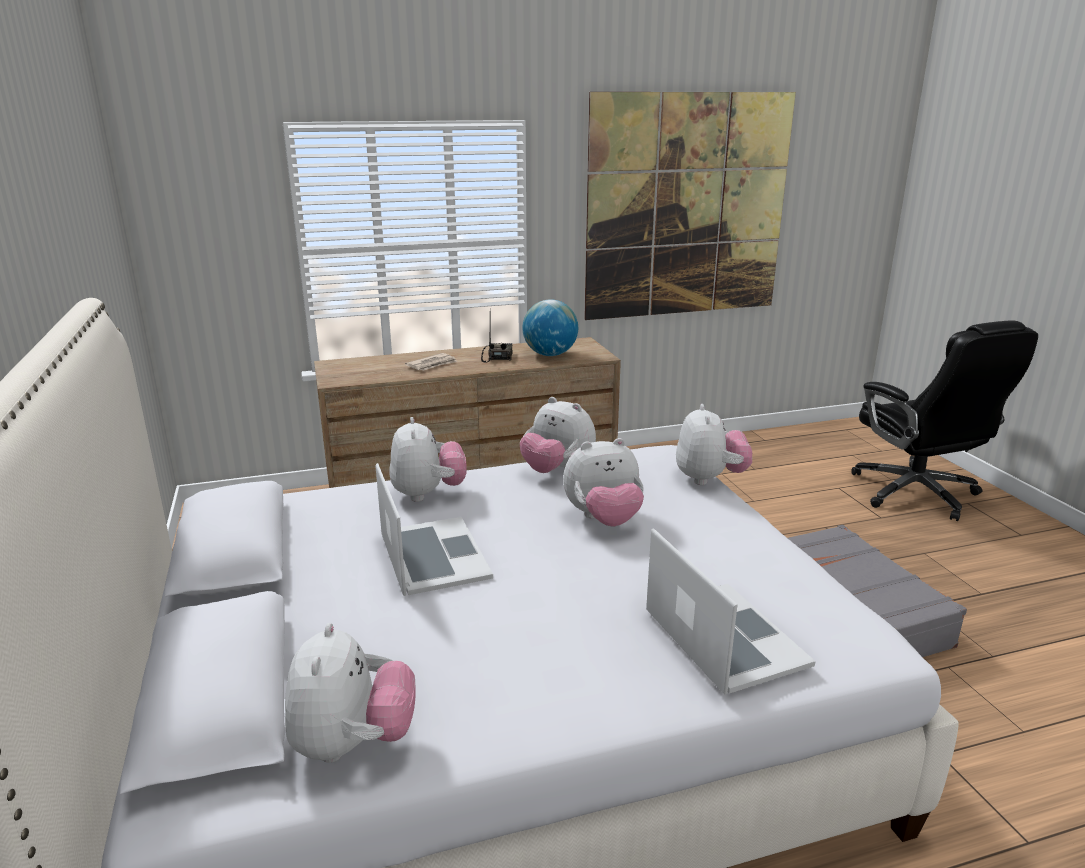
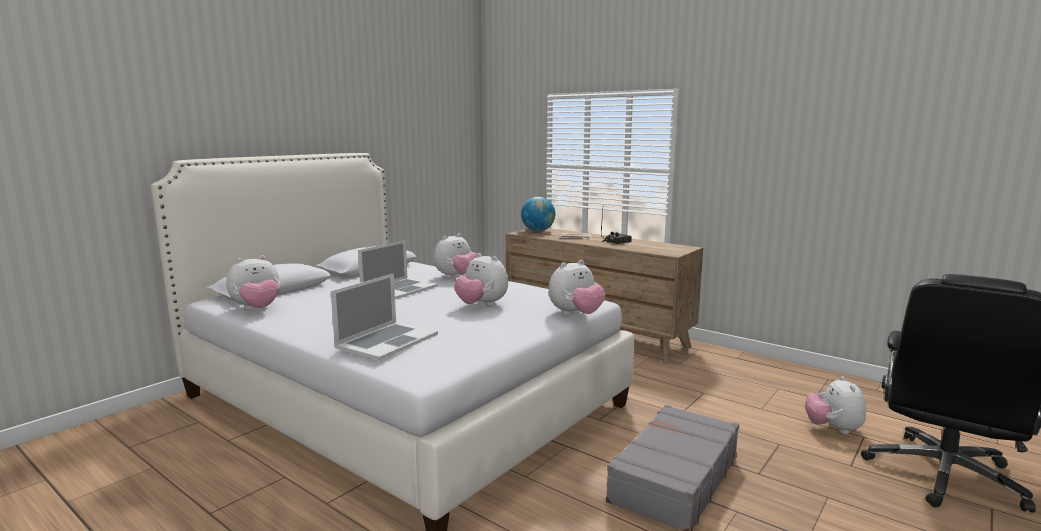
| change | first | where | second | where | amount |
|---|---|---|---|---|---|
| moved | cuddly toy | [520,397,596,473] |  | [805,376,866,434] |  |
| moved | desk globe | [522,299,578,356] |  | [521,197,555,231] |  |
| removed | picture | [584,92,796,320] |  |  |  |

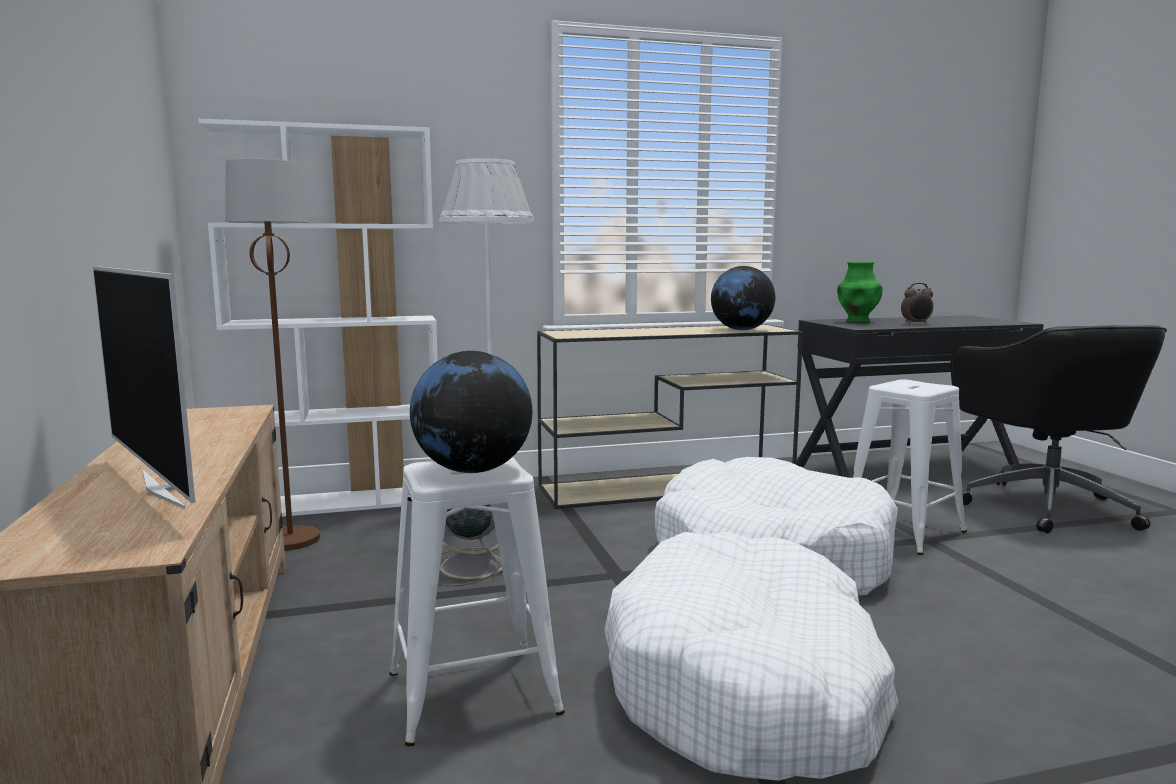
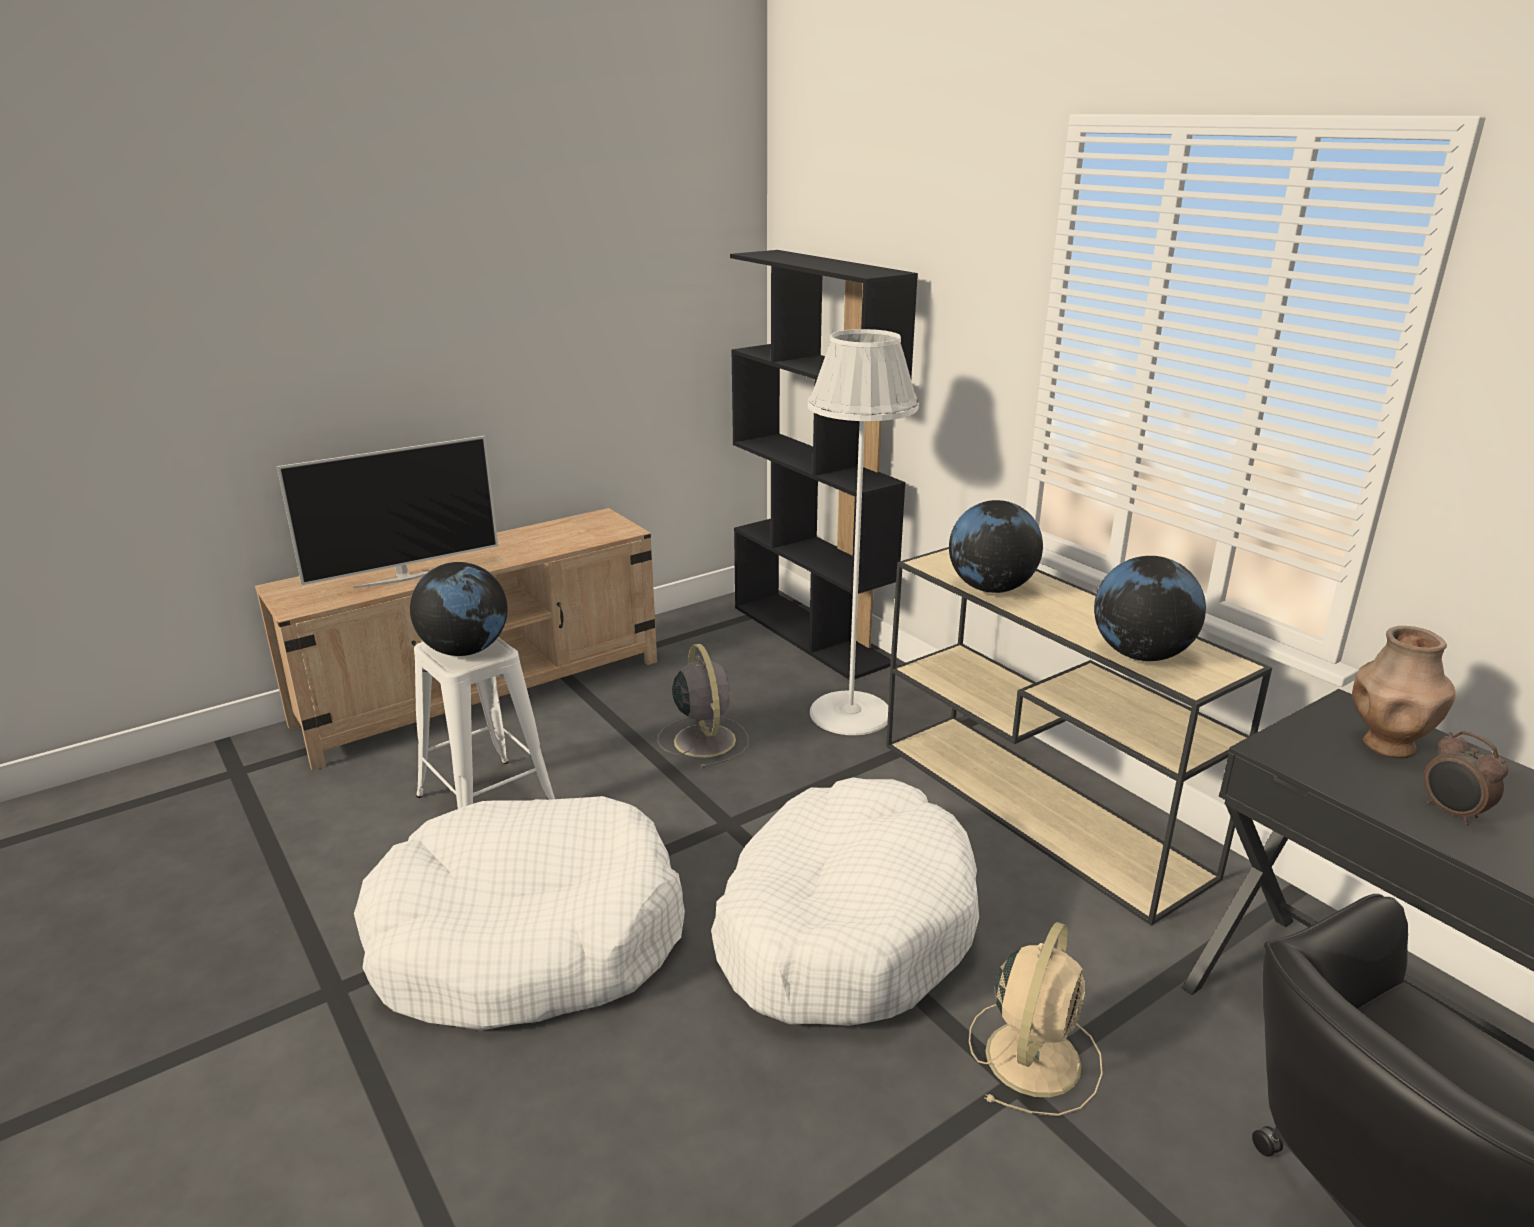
| change | first | where | second | where | amount |
|---|---|---|---|---|---|
| turned | TV | [93,266,195,509] |  | [277,436,498,588] | 150 degrees counterclockwise |
| recoloured | whitish bookshelf | [199,119,438,517] | black-coloured bookshelf | [730,250,918,680] |  |
| removed | brownish standing lamp | [225,159,320,551] |  |  |  |
| recoloured | greenish vase | [837,262,883,323] | brownish vase | [1352,626,1455,758] |  |
| replaced | whitish stool seat | [853,379,967,555] | beige cooling fan | [969,922,1103,1116] |  |
| added |  |  | desk globe | [949,500,1043,593] |  |

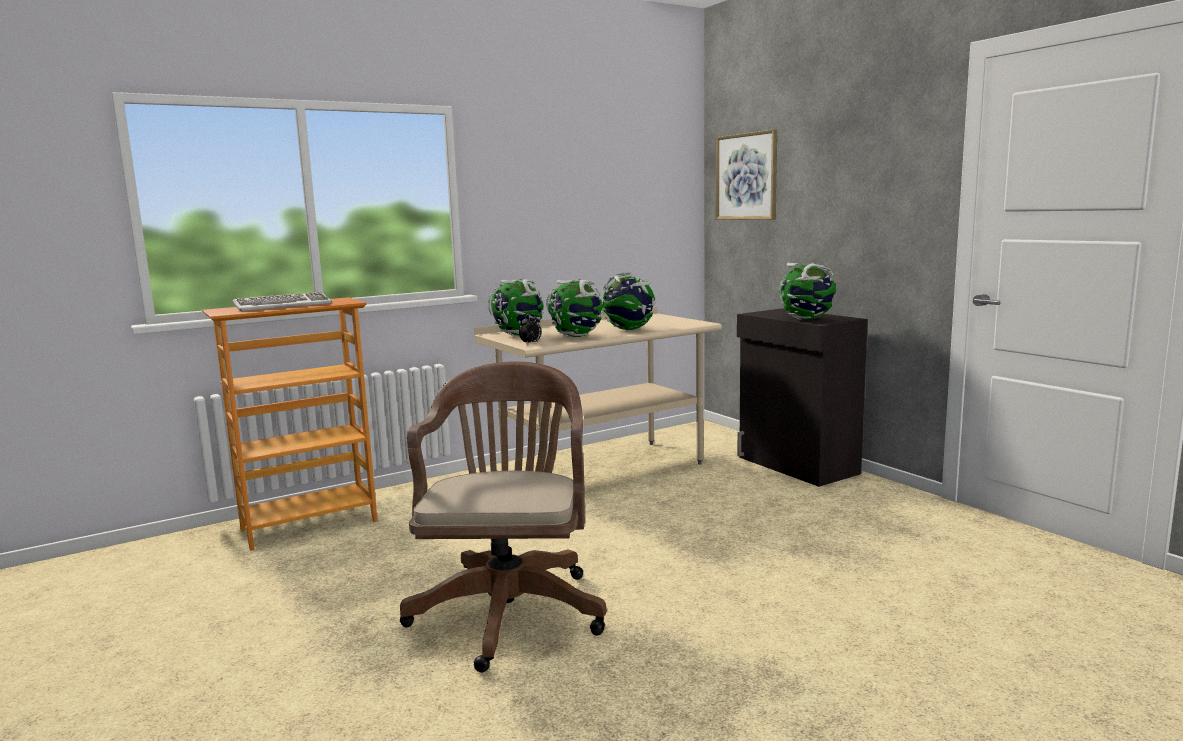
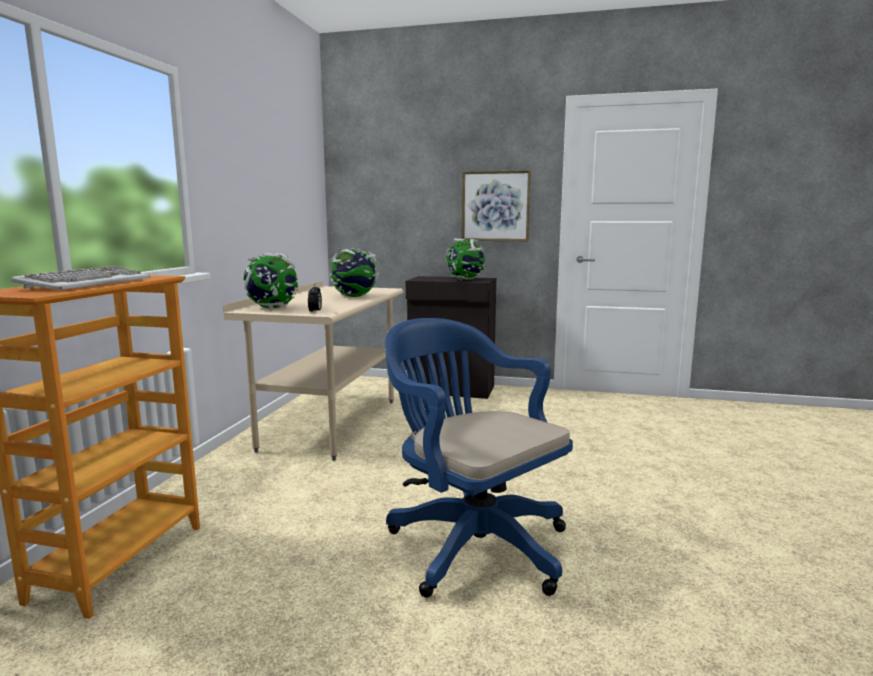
| change | first | where | second | where | amount |
|---|---|---|---|---|---|
| recoloured | brownish office chair | [400,361,607,672] | bluish office chair | [385,318,573,598] |  |
| removed | desk globe | [546,279,603,338] |  |  |  |
| moved | picture | [716,129,777,219] |  | [462,170,531,241] |  |

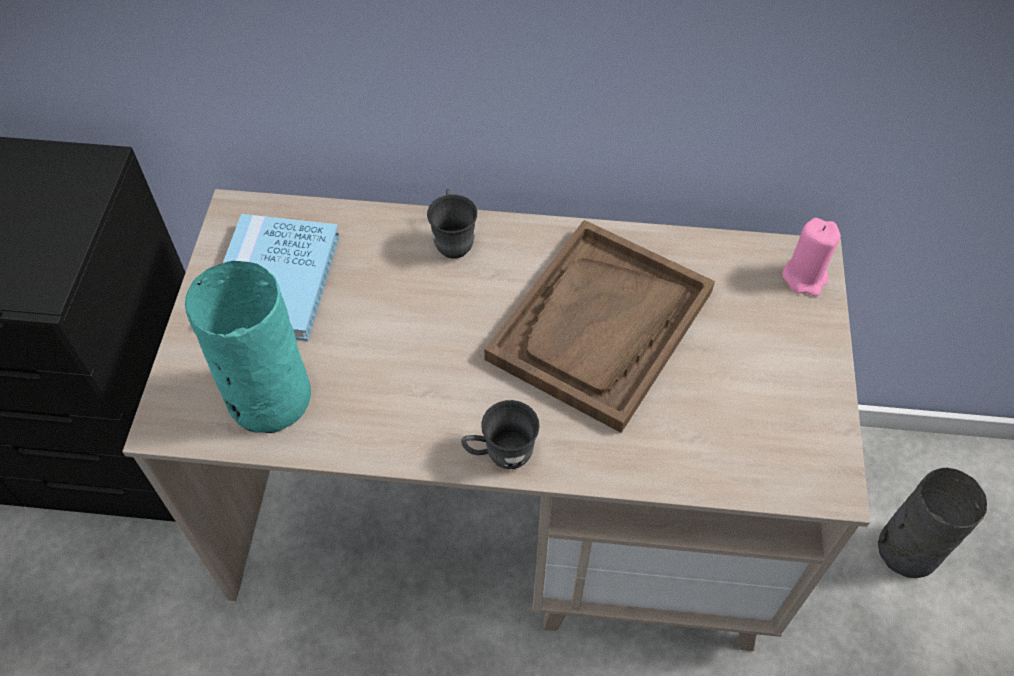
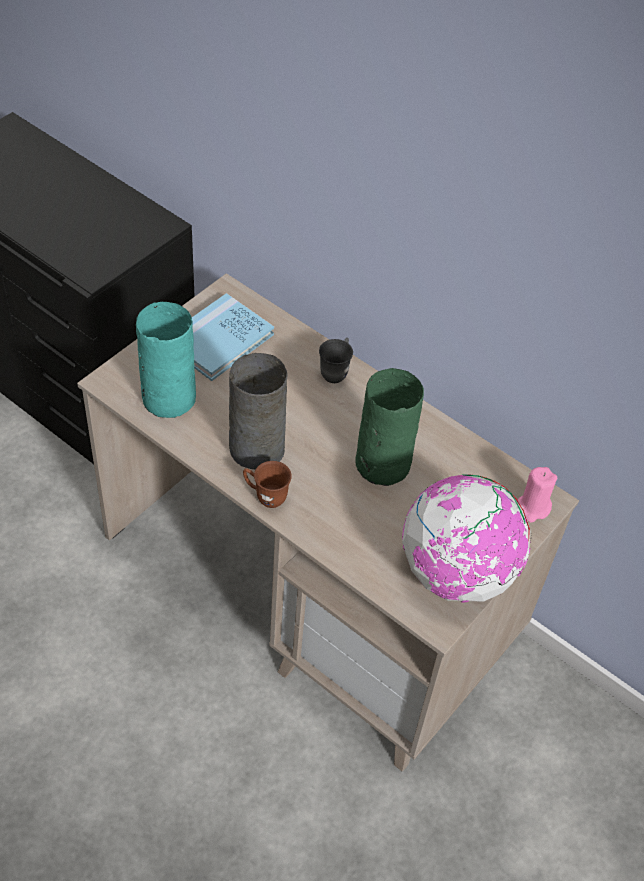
| change | first | where | second | where | amount |
|---|---|---|---|---|---|
| recoloured | greyish mug | [461,400,540,469] | brownish mug | [243,461,292,508] |  |
| replaced | brownish carrying tray | [484,220,715,433] | greenish vase | [355,368,424,486] |  |
| moved | greyish vase | [878,468,987,578] |  | [229,353,288,469] |  |
| added |  |  | desk globe | [402,474,530,603] |  |

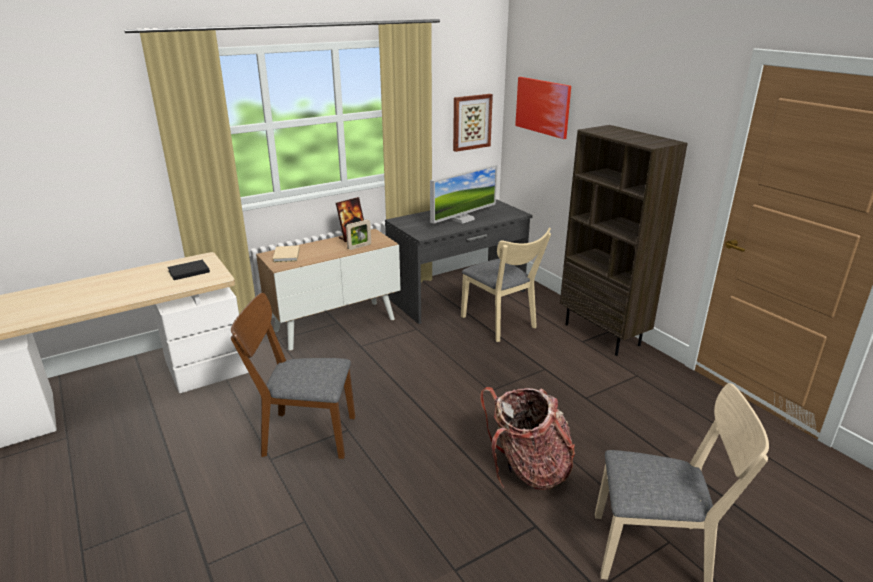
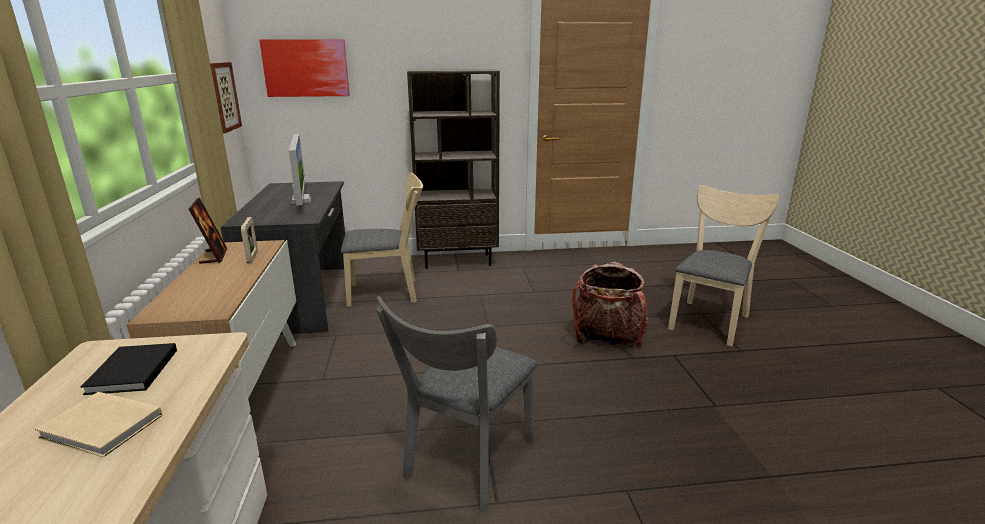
| change | first | where | second | where | amount |
|---|---|---|---|---|---|
| recoloured | brownish chair | [231,293,355,459] | greyish chair | [376,296,537,512] |  |
| moved | beige book | [273,246,300,262] |  | [35,392,162,457] |  |

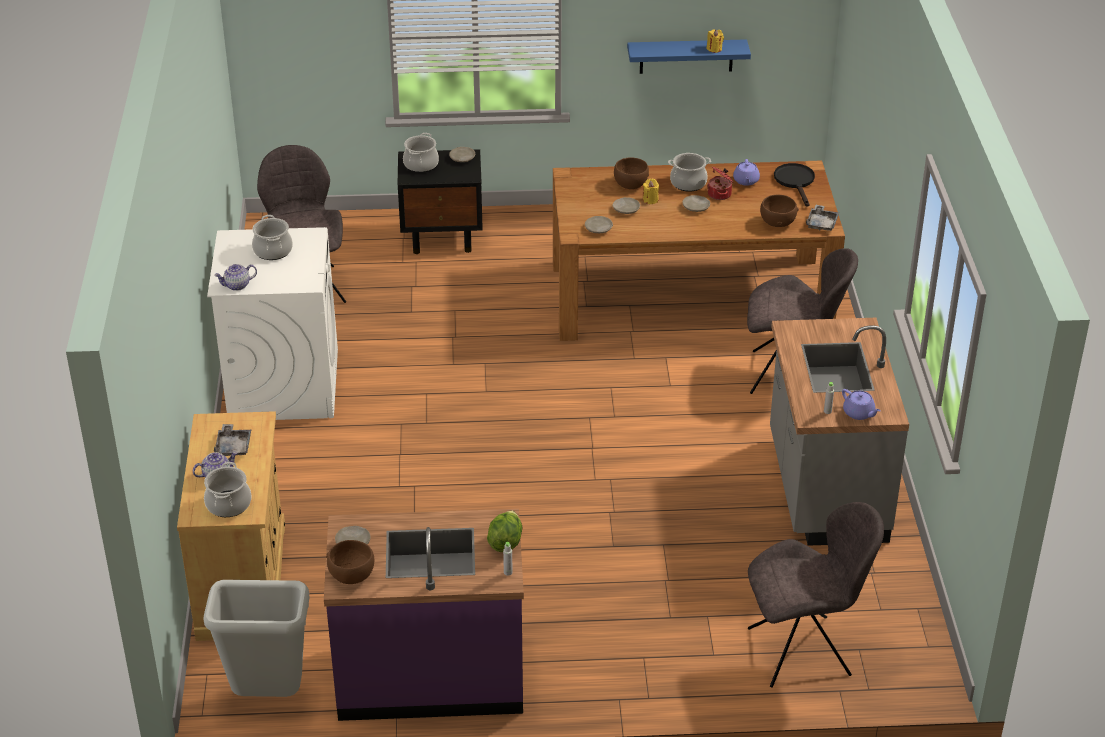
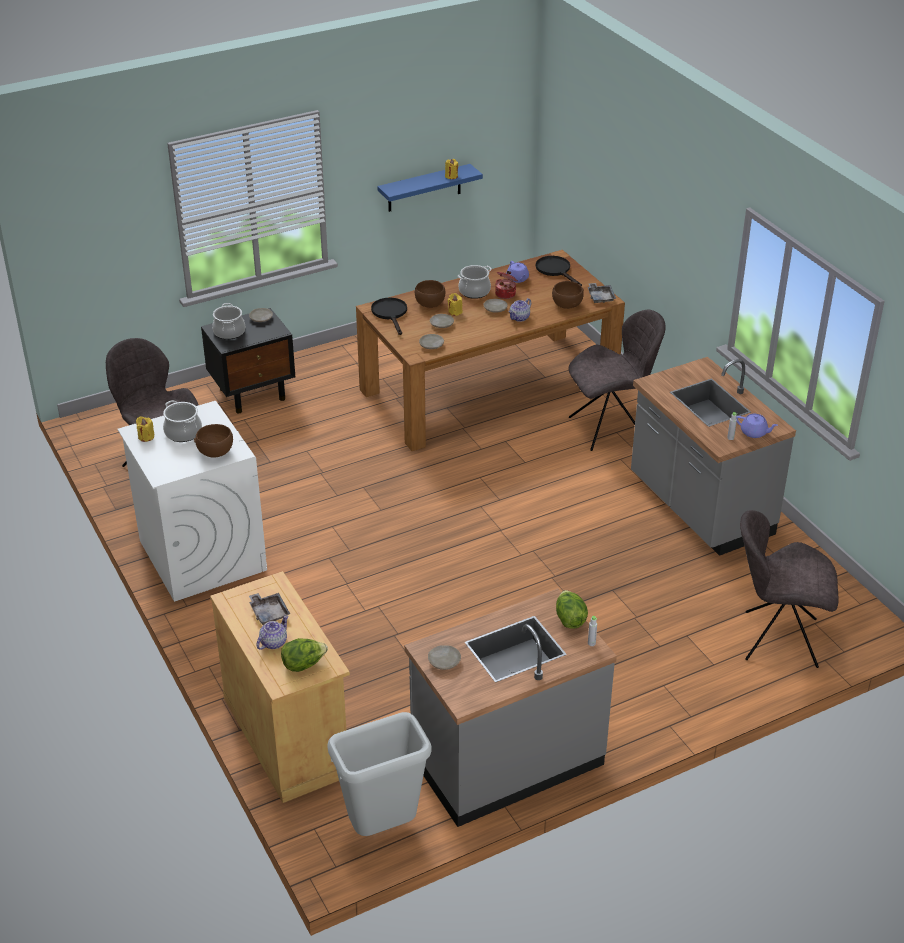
| change | first | where | second | where | amount |
|---|---|---|---|---|---|
| replaced | stockpot | [204,462,252,517] | lettuce | [281,638,328,672] |  |
| moved | teapot | [214,264,257,291] |  | [509,298,531,322] |  |
| recoloured | purple-coloured counter | [324,509,524,721] | greyish counter | [404,588,617,827] |  |
| moved | brownish bowl | [326,540,374,584] |  | [194,424,233,457] |  |
| turned | greyish chair | [748,502,884,688] |  | [740,510,839,668] | 135 degrees counterclockwise |
| added |  |  | yellow-coloured wax light | [136,416,155,442] |  |
| added |  |  | black-coloured frying pan | [371,298,407,335] |  |

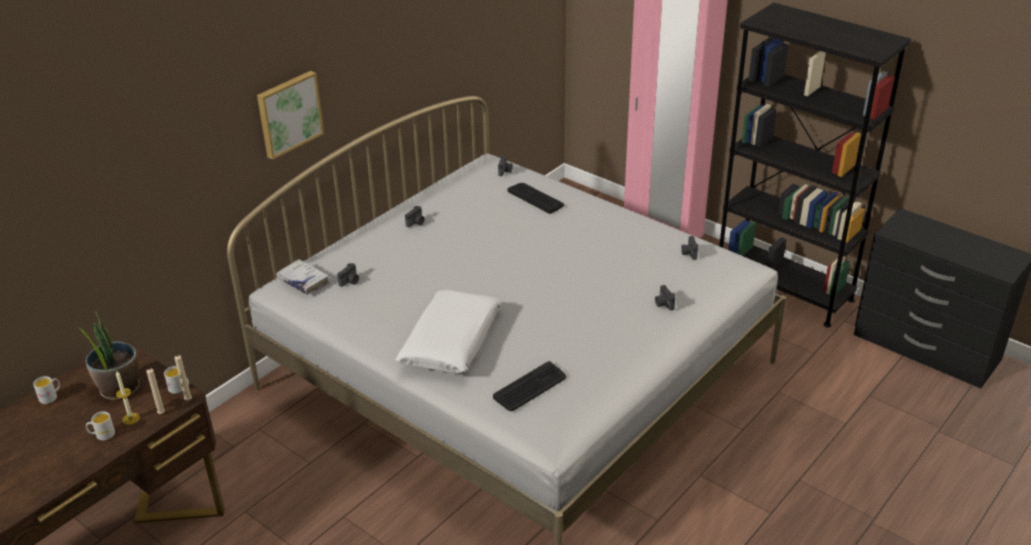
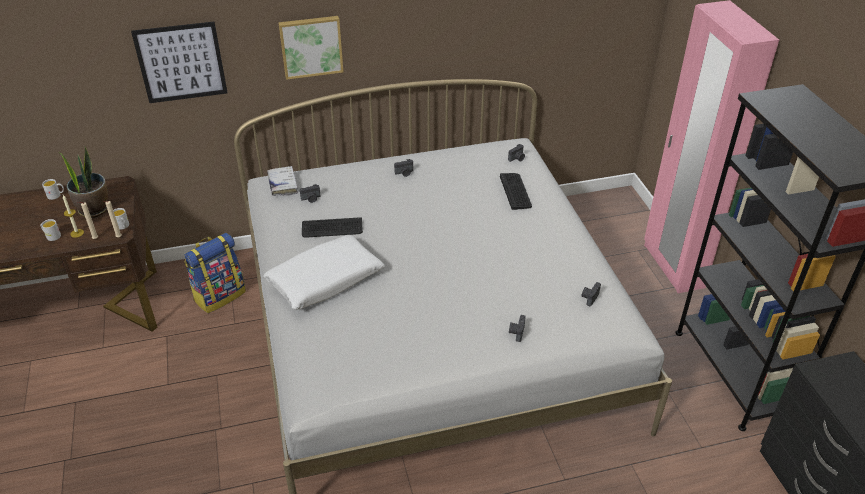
| change | first | where | second | where | amount |
|---|---|---|---|---|---|
| moved | keyboard | [493,361,566,411] |  | [302,217,363,238] |  |
| added |  |  | picture | [131,21,228,103] |  |
| added |  |  | rucksack | [184,233,246,313] |  |

